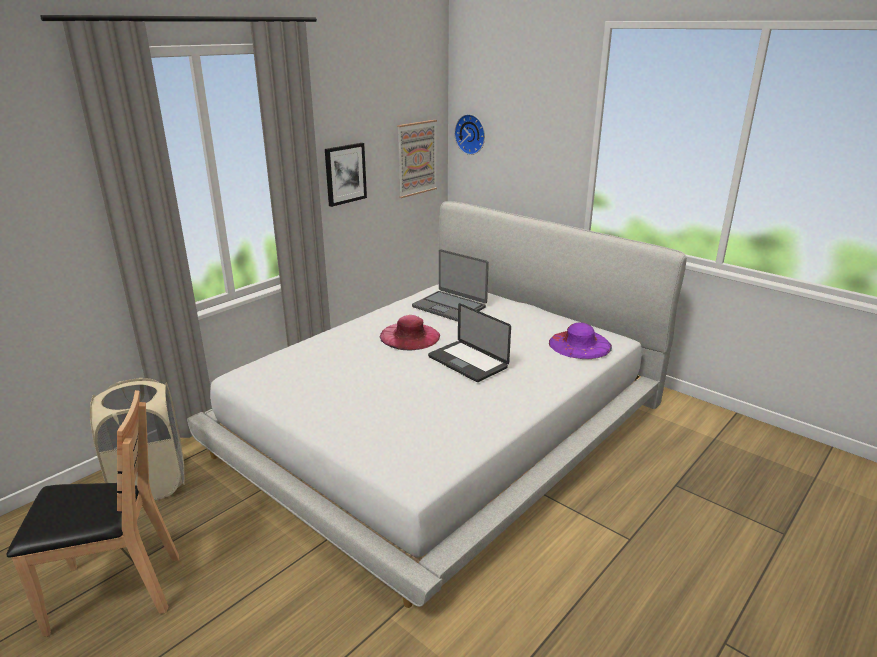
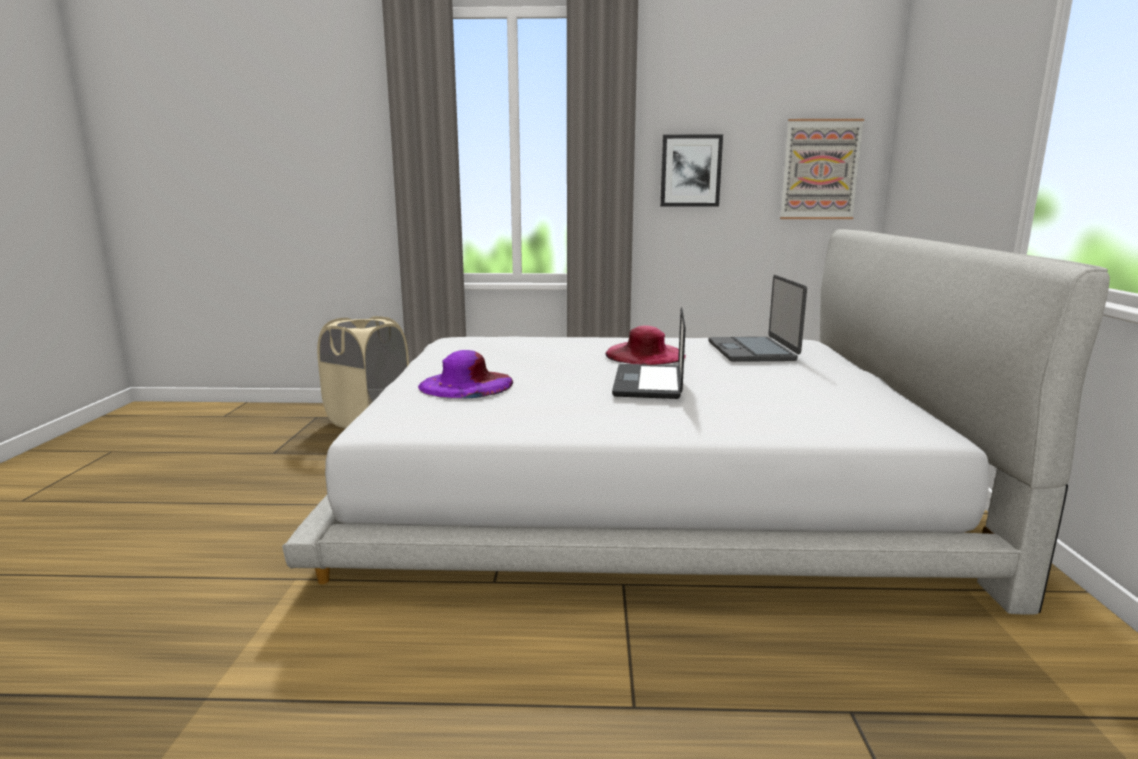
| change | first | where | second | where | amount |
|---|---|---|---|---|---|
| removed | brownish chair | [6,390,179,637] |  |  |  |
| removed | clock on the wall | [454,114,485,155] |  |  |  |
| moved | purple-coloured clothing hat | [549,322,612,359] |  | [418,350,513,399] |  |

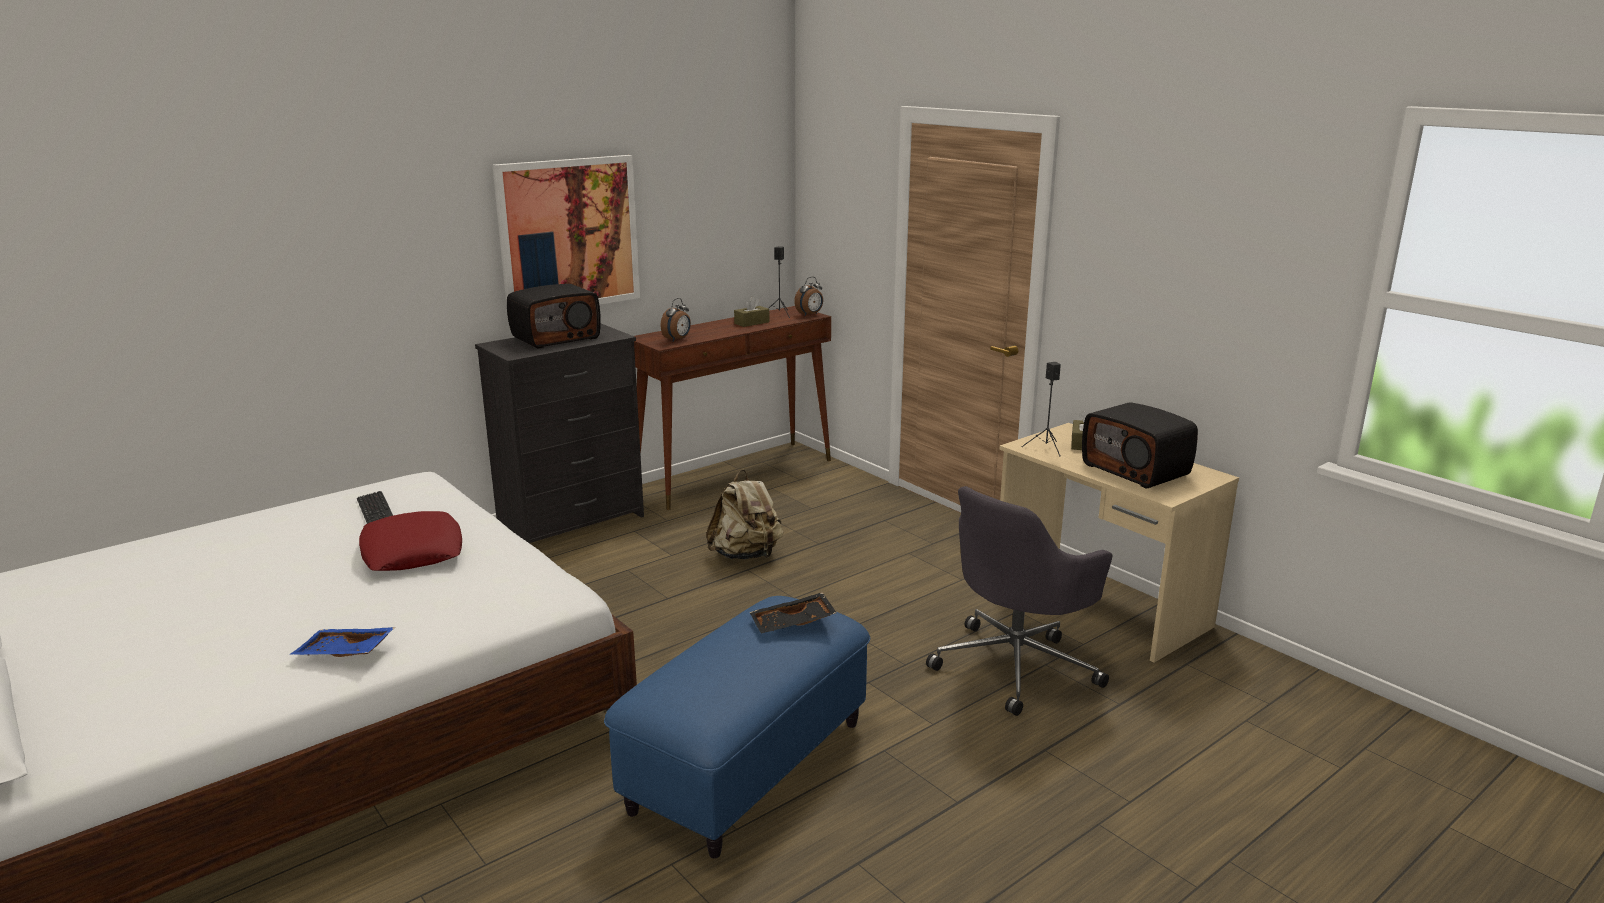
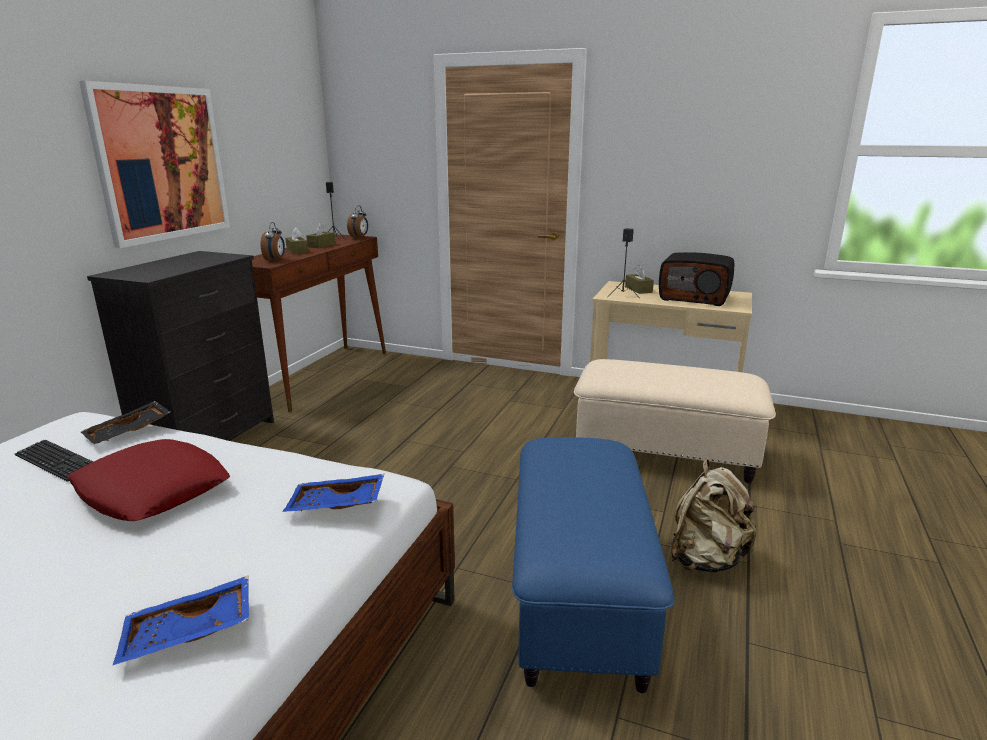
| change | first | where | second | where | amount |
|---|---|---|---|---|---|
| removed | radio receiver | [507,284,601,349] |  |  |  |
| moved | beige rucksack | [706,470,783,559] |  | [671,459,758,572] |  |
| moved | black-coloured carrying tray | [749,592,837,634] |  | [81,401,171,444] |  |
| replaced | greyish office chair | [926,486,1112,716] | beige pouffe | [574,359,776,483] |  |
| added |  |  | bluish carrying tray | [282,474,384,512] |  |
| added |  |  | brownish box of tissues | [285,227,308,254] |  |

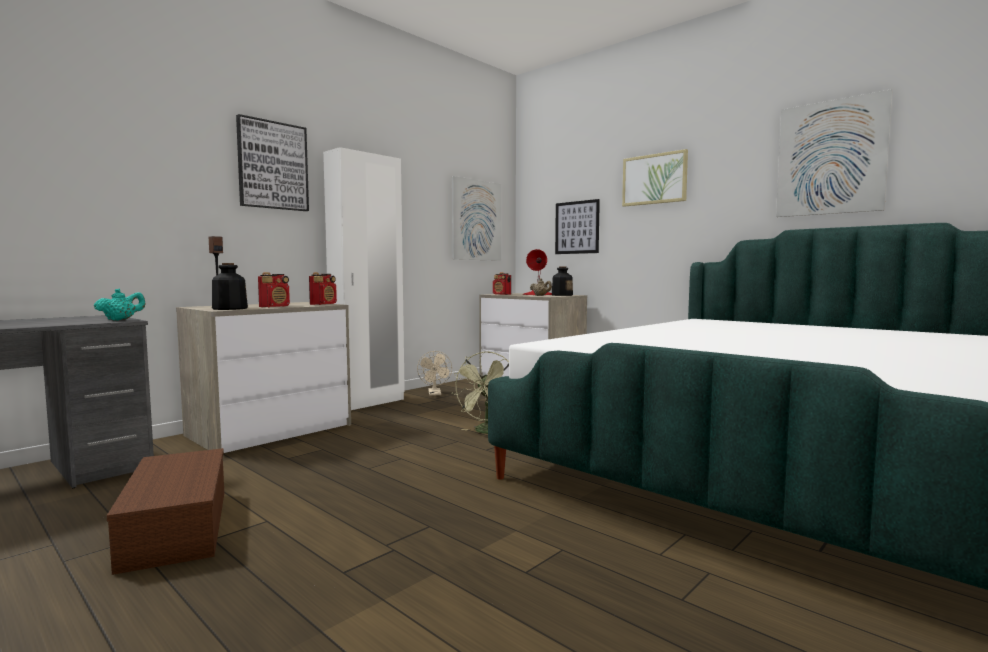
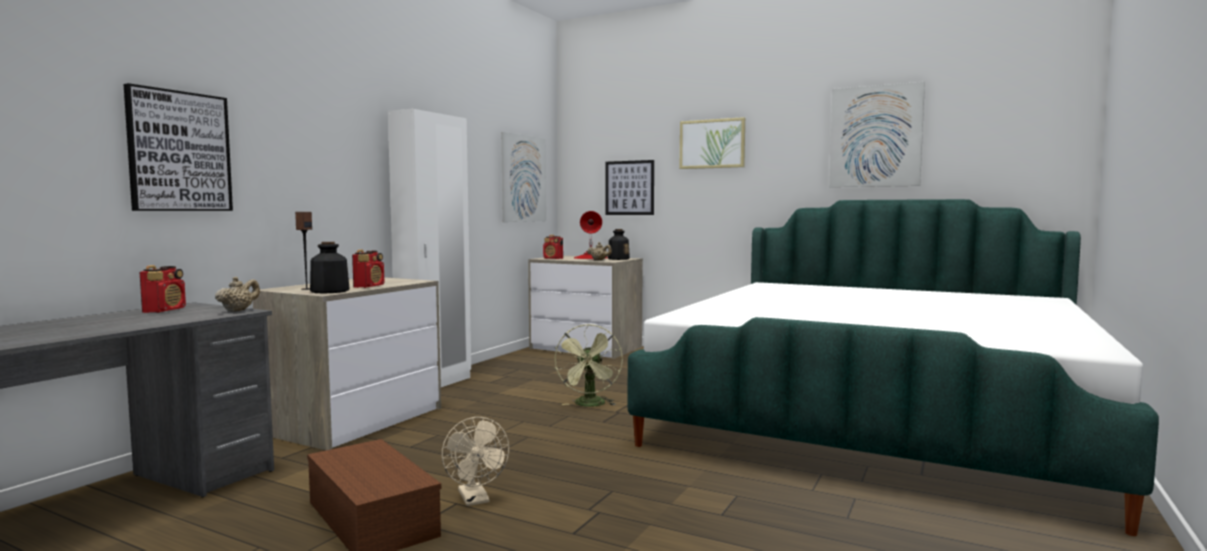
| change | first | where | second | where | amount |
|---|---|---|---|---|---|
| recoloured | turquoise teapot | [94,289,145,321] | beige teapot | [215,276,260,312] |  |
| moved | picture | [236,114,309,211] |  | [124,83,233,211] |  |
| moved | radio receiver | [309,272,337,305] |  | [140,265,186,313] |  |
| moved | beige cooling fan | [417,351,452,396] |  | [442,417,509,506] |  |

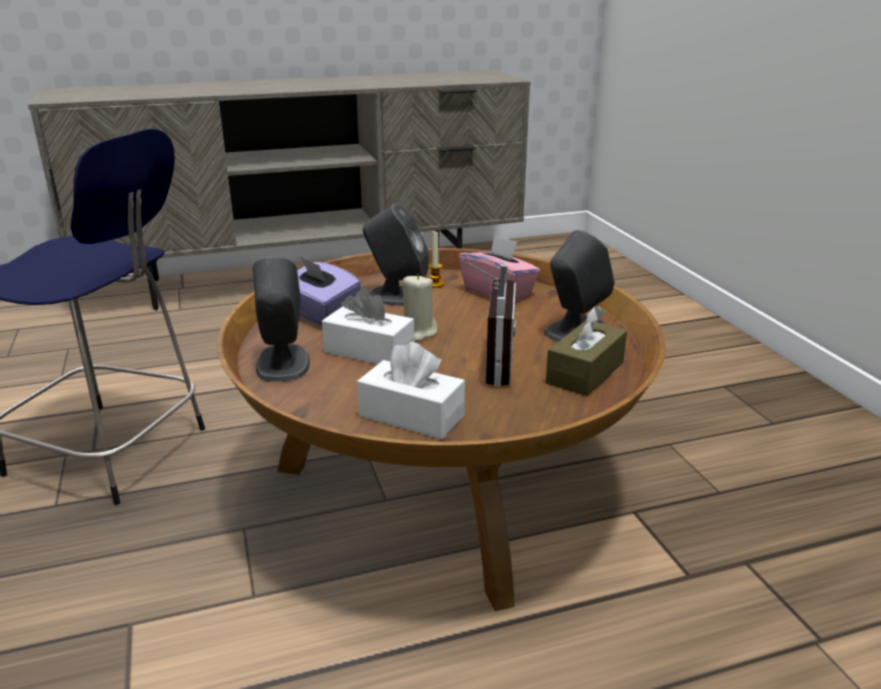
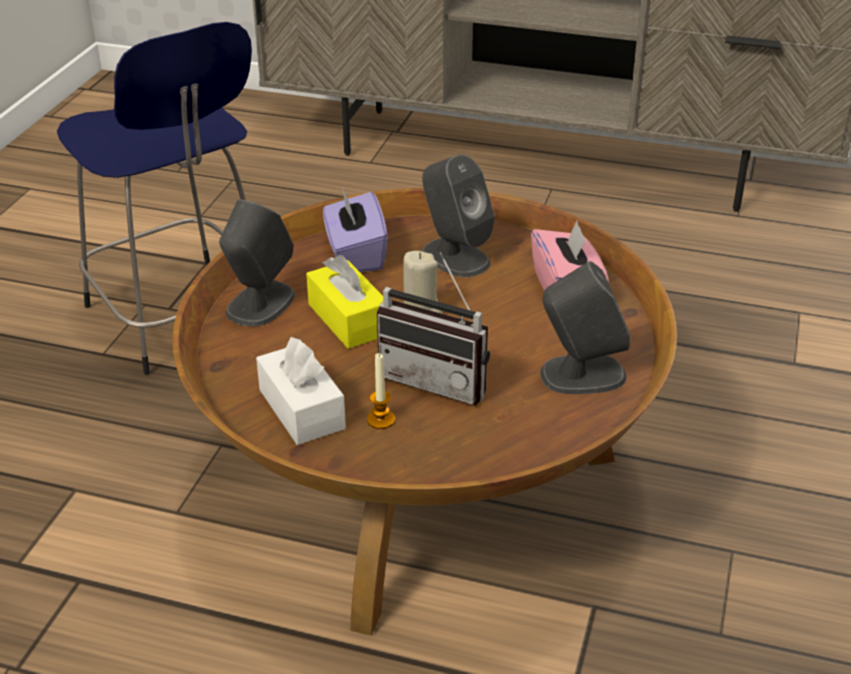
| change | first | where | second | where | amount |
|---|---|---|---|---|---|
| recoloured | whitish box of tissues | [322,288,414,364] | yellow-coloured box of tissues | [306,255,383,349] |  |
| moved | wax light | [429,231,445,288] |  | [367,353,395,429] |  |
| turned | radio receiver | [462,259,516,387] |  | [377,252,490,405] | 75 degrees clockwise |
| removed | brownish box of tissues | [546,306,627,396] |  |  |  |

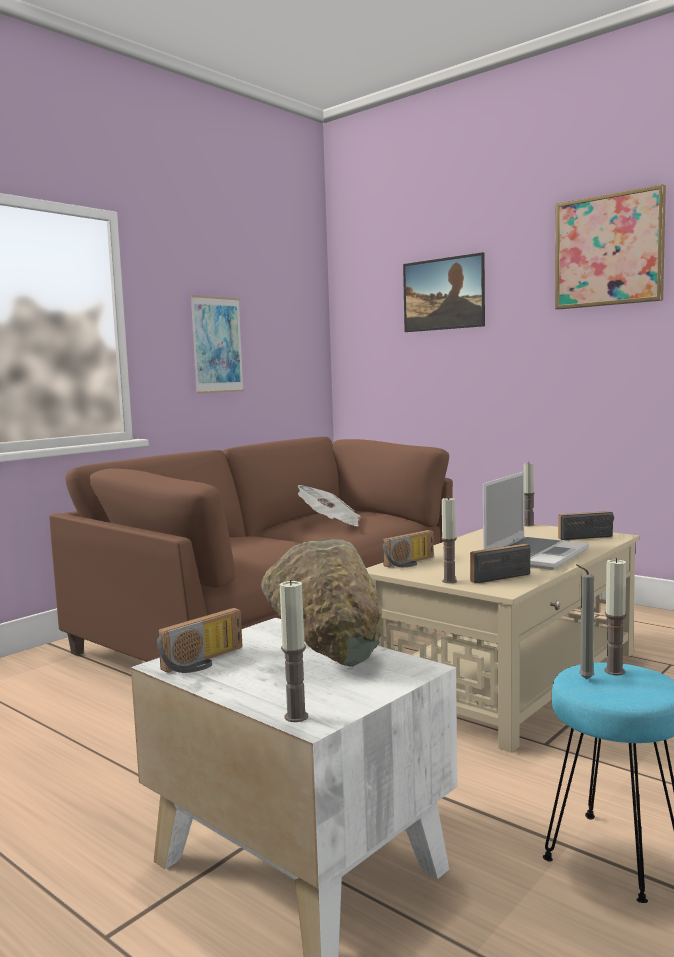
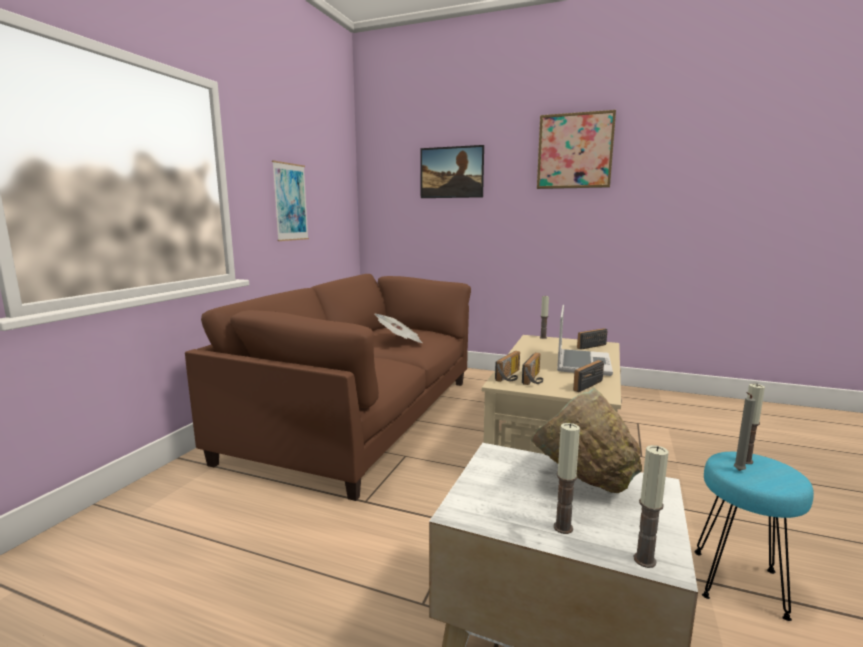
| change | first | where | second | where | amount |
|---|---|---|---|---|---|
| moved | radio receiver | [157,608,242,673] |  | [522,352,543,385] |  |
| moved | wax light | [441,496,457,583] |  | [553,423,580,534] |  |

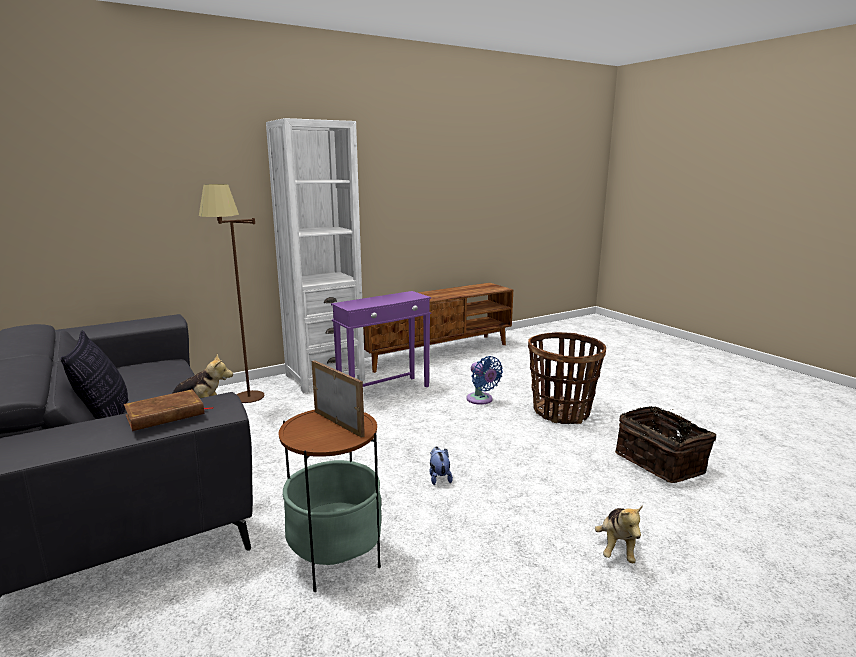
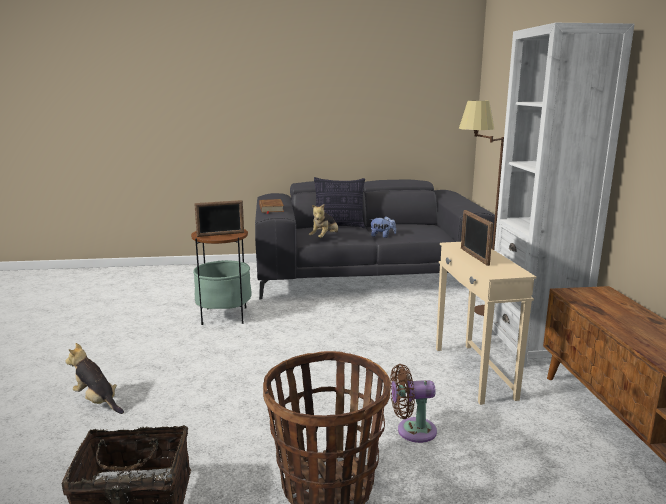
| change | first | where | second | where | amount |
|---|---|---|---|---|---|
| recoloured | purple-coloured side table | [331,291,431,387] | beige side table | [436,242,536,405] |  |
| moved | cuddly toy | [429,446,453,485] |  | [369,216,396,238] |  |
| recoloured | bluish cooling fan | [466,356,503,405] | brownish cooling fan | [390,364,437,443] |  |
| added |  |  | picture frame | [461,210,493,266] |  |

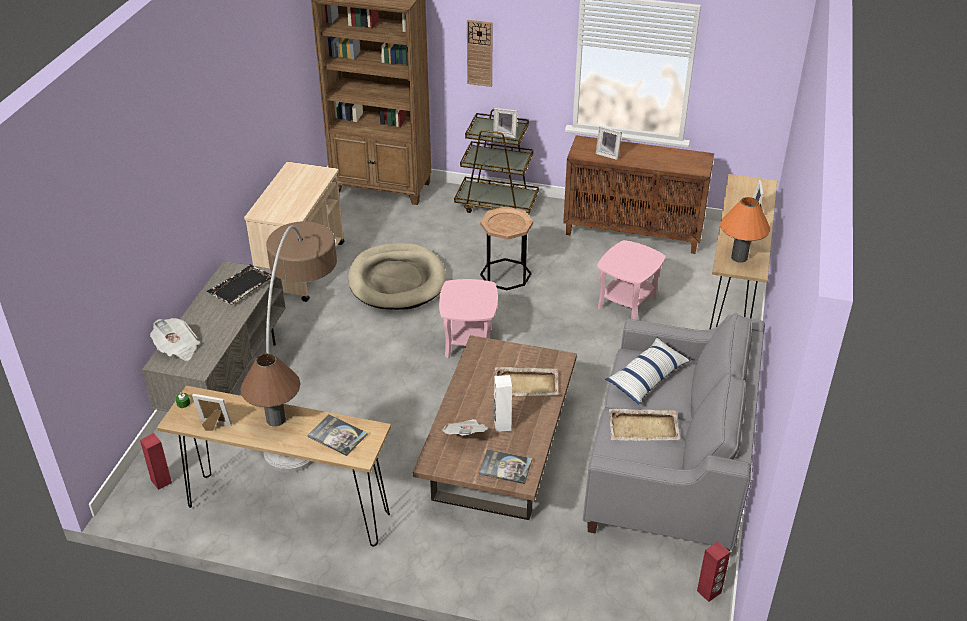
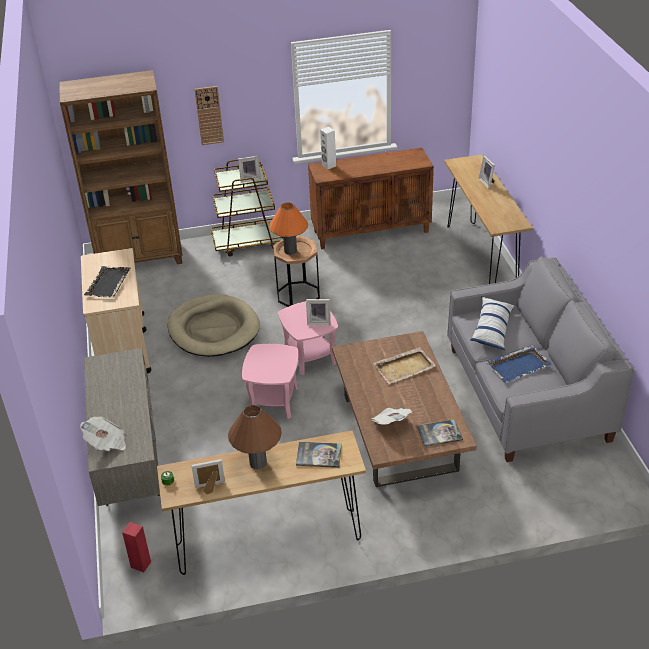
| change | first | where | second | where | amount |
|---|---|---|---|---|---|
| moved | black-coloured carrying tray | [206,264,272,305] |  | [84,266,131,298] |  |
| removed | standing lamp | [263,221,337,473] |  |  |  |
| moved | whitish speaker | [494,375,512,432] |  | [320,127,336,169] |  |
| moved | picture frame | [596,126,622,160] |  | [306,299,331,325] |  |
| moved | pink side table | [597,240,666,320] |  | [242,344,299,419] |  |
| recoloured | beige carrying tray | [609,409,680,441] | bluish carrying tray | [487,345,551,383] |  |
| removed | reddish speaker | [697,542,730,602] |  |  |  |
| moved | orange-coloured lamp for a table | [720,197,770,263] |  | [269,202,308,255] |  |

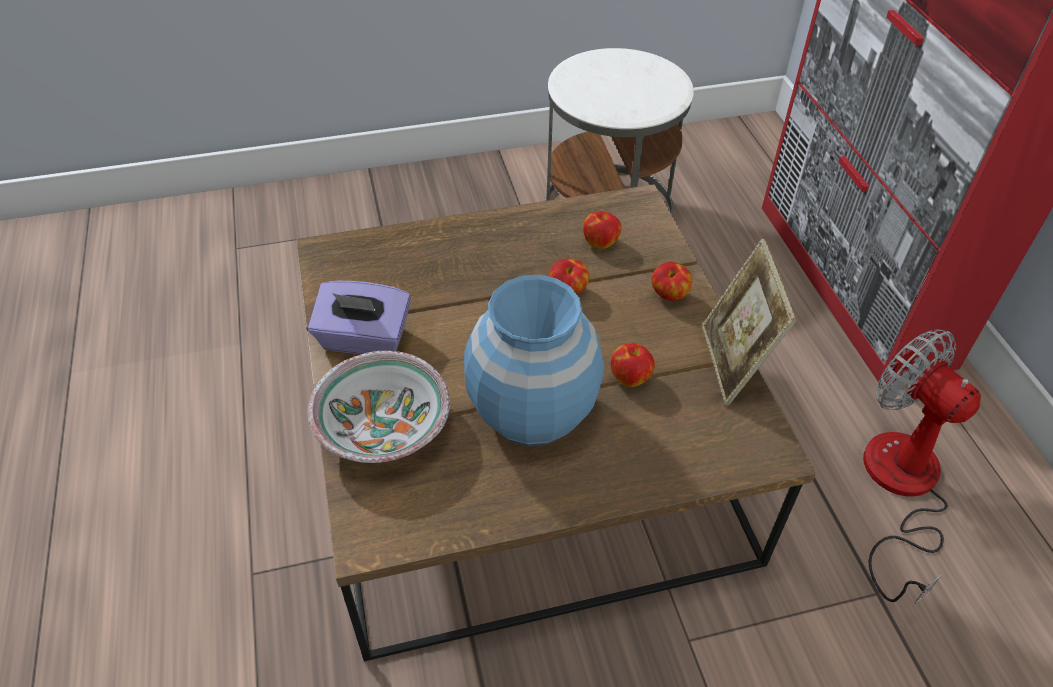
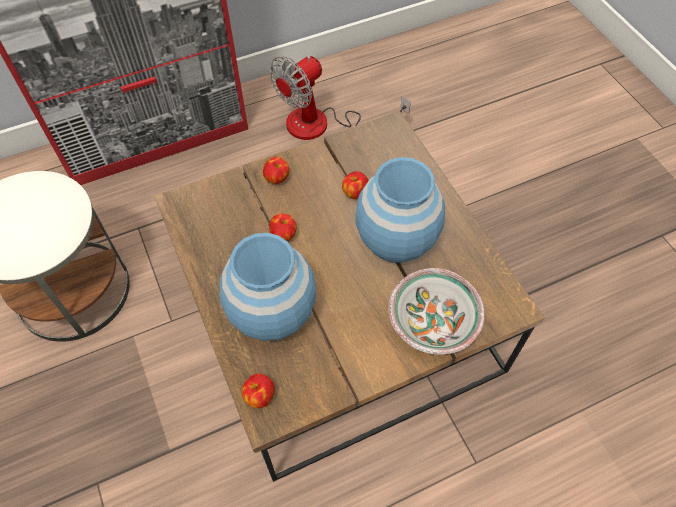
| change | first | where | second | where | amount |
|---|---|---|---|---|---|
| removed | purple-coloured box of tissues | [308,281,411,355] |  |  |  |
| moved | apple | [583,211,621,249] |  | [242,374,275,408] |  |
| removed | picture frame | [702,239,797,406] |  |  |  |
| added |  |  | bluish vase | [220,233,316,341] |  |

